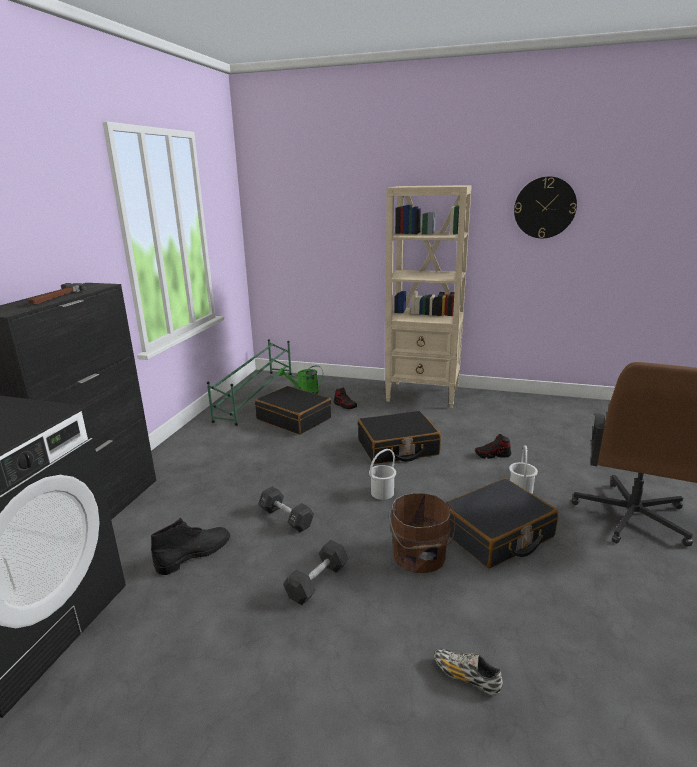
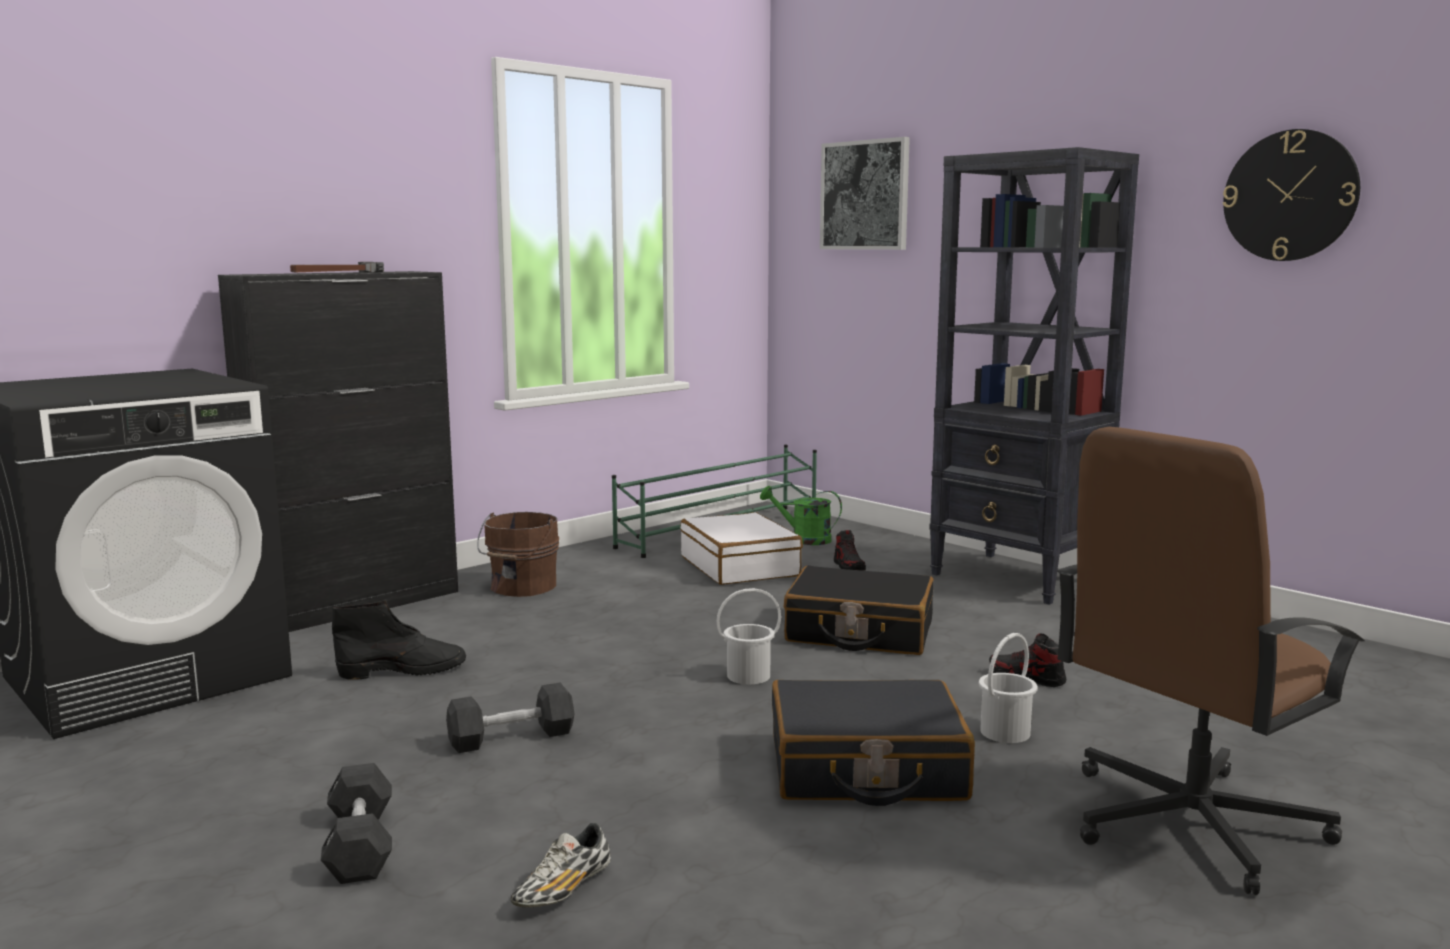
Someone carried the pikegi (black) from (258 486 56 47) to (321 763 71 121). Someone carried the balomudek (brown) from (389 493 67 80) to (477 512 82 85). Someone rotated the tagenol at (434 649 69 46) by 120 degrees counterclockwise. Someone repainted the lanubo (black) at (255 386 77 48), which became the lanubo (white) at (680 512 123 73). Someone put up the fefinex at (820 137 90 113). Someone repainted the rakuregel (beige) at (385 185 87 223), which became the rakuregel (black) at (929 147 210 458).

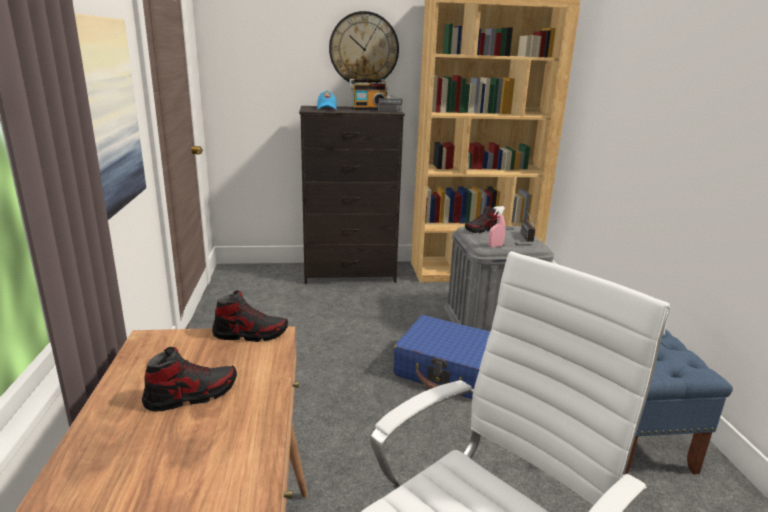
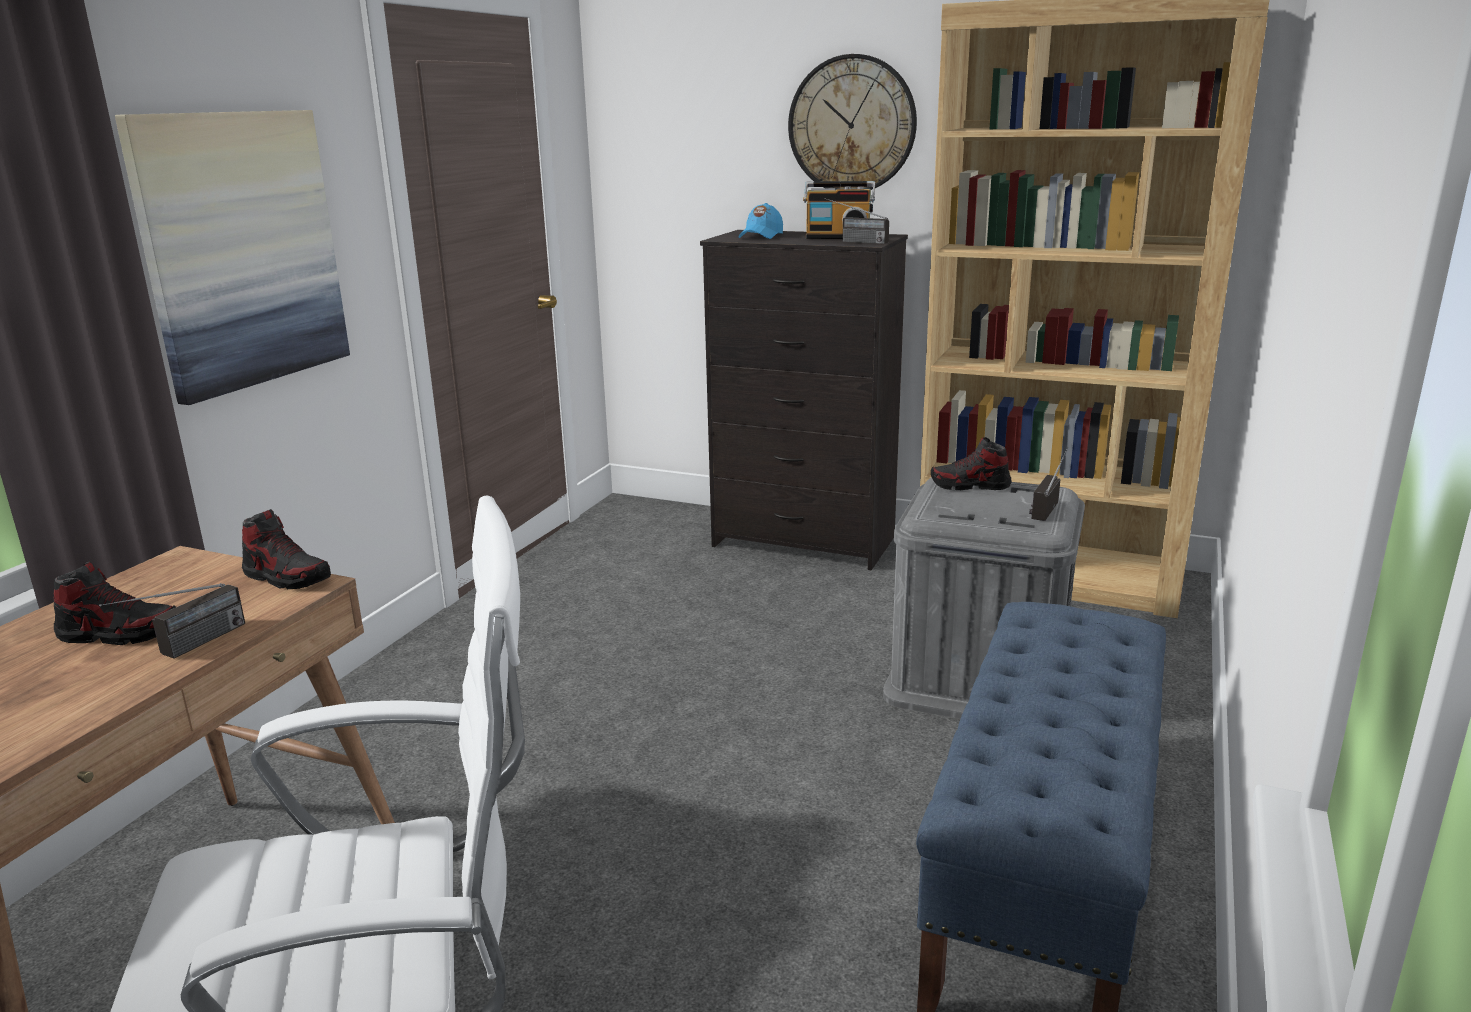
Someone put down the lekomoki at (99 583 146 75). Someone took away the lanubo (blue) at (393 315 97 84). Someone took away the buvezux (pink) at (488 206 17 41).

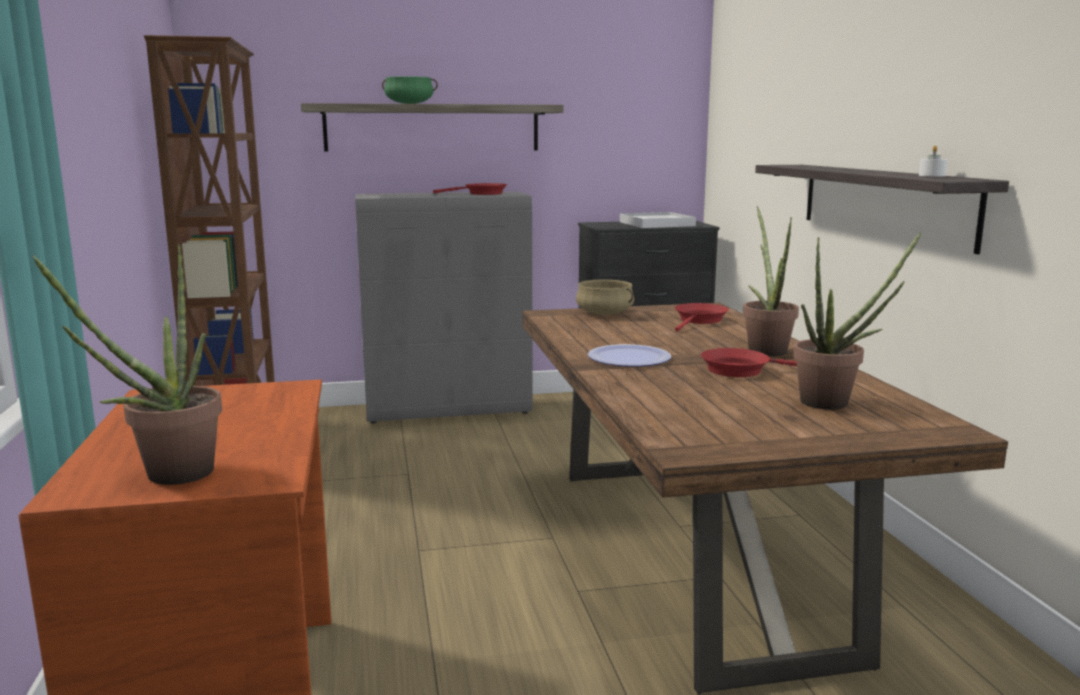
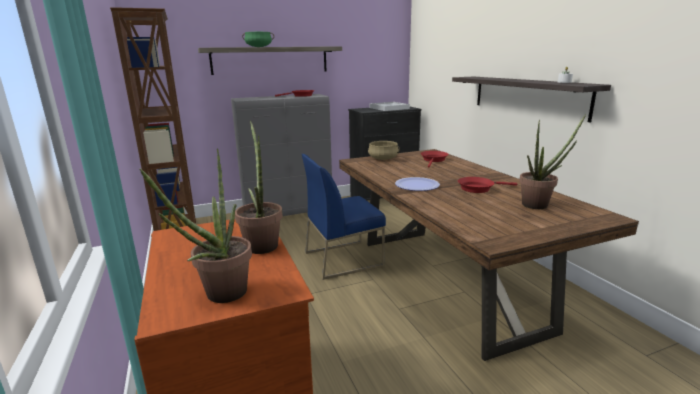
Someone carried the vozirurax from (743 206 56 150) to (235 121 48 133). Someone put down the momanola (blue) at (302 154 84 126).

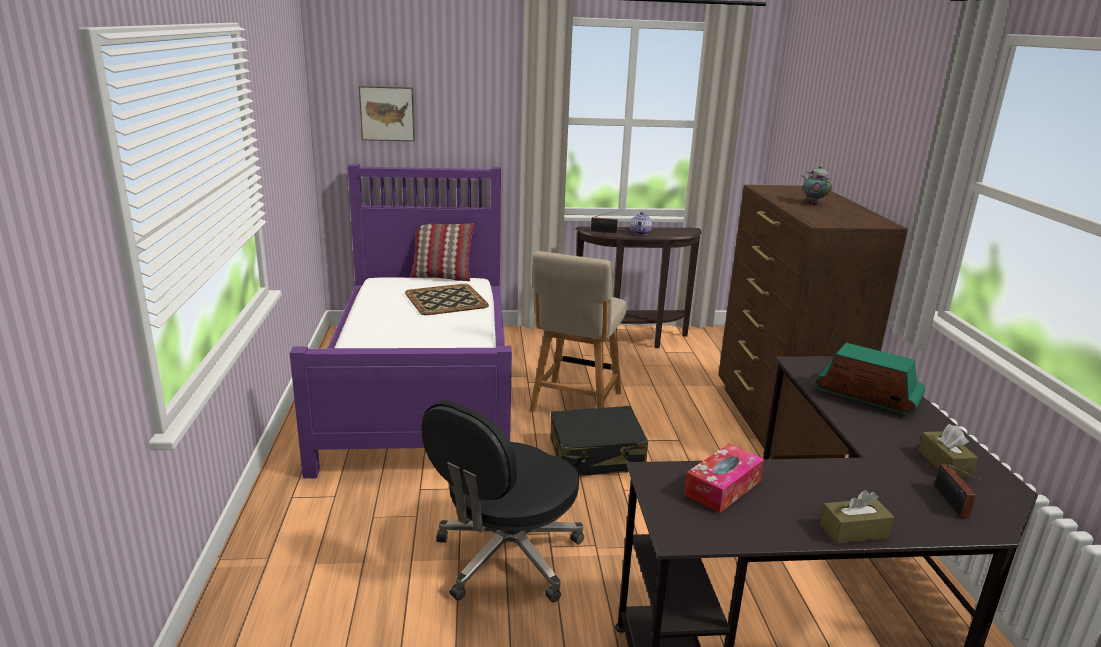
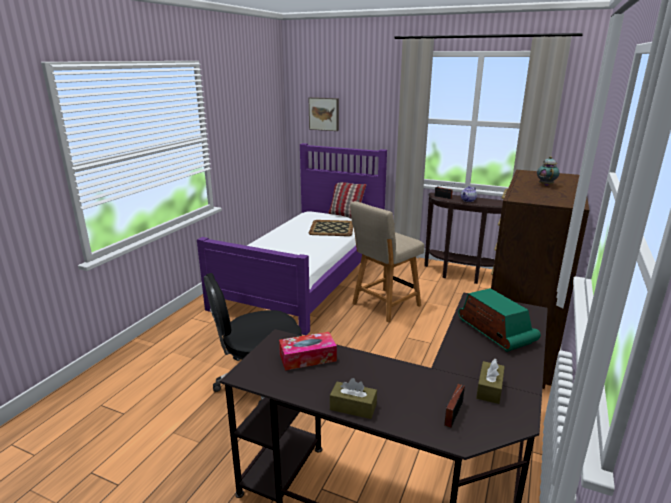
Someone took away the lanubo (black) at (550 406 98 70).

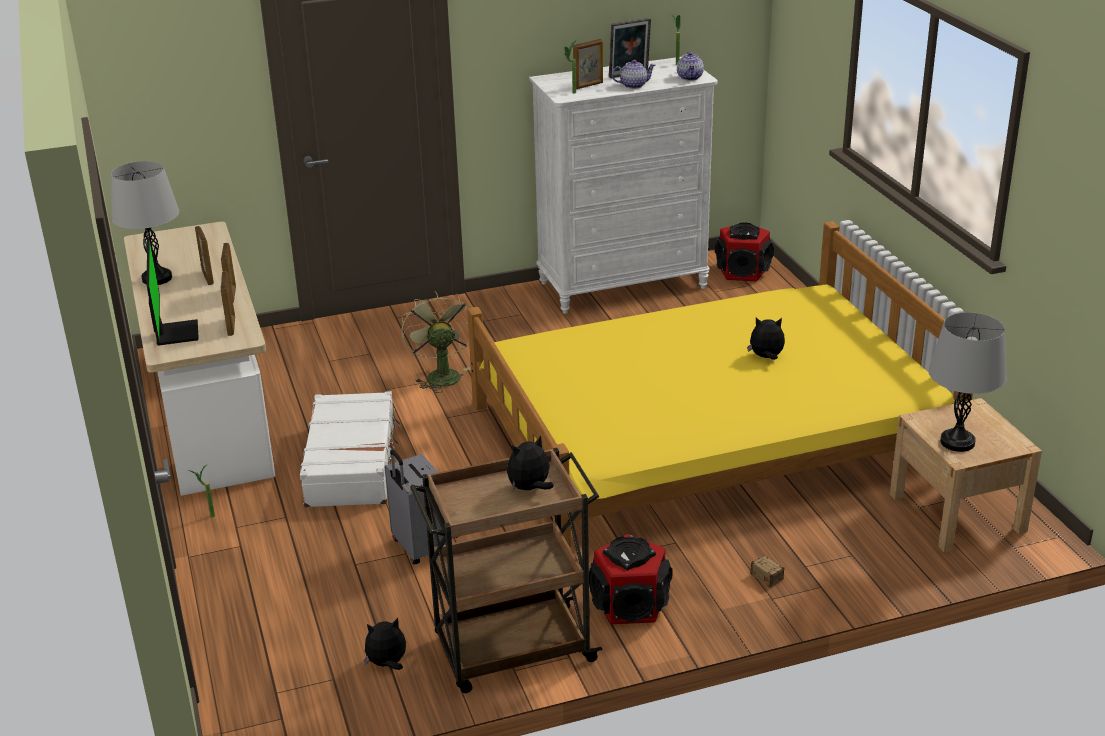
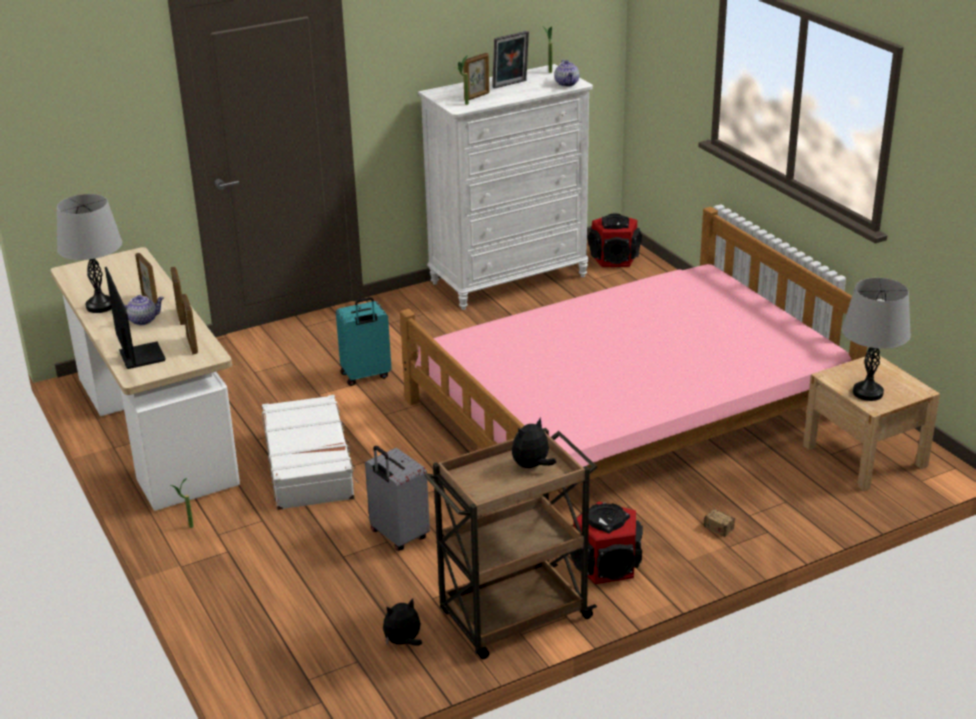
Someone carried the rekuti from (612 60 43 29) to (124 295 40 30). Someone swapped the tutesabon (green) at (401 291 71 102) for the lanubo (turquoise) at (336 297 56 89). Someone repainted the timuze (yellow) at (467 221 506 327), which became the timuze (pink) at (400 207 467 295). Someone took away the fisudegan at (747 317 38 43).

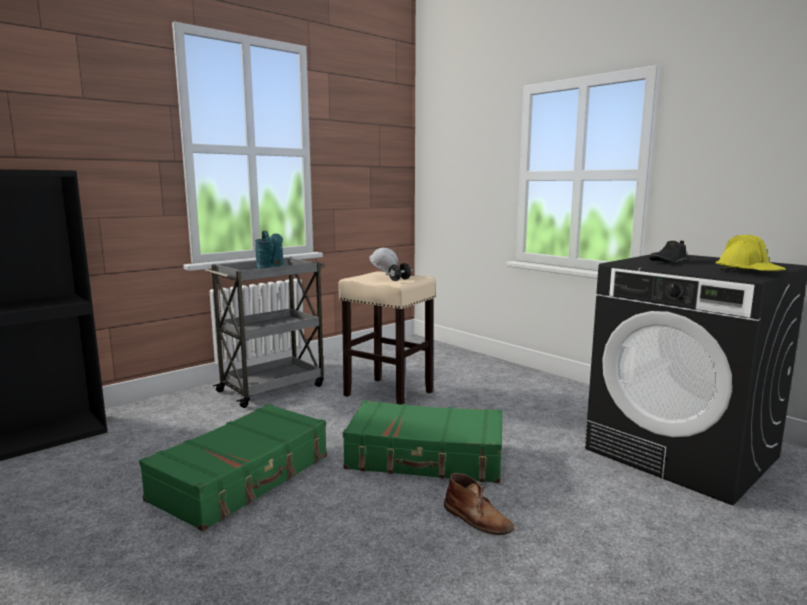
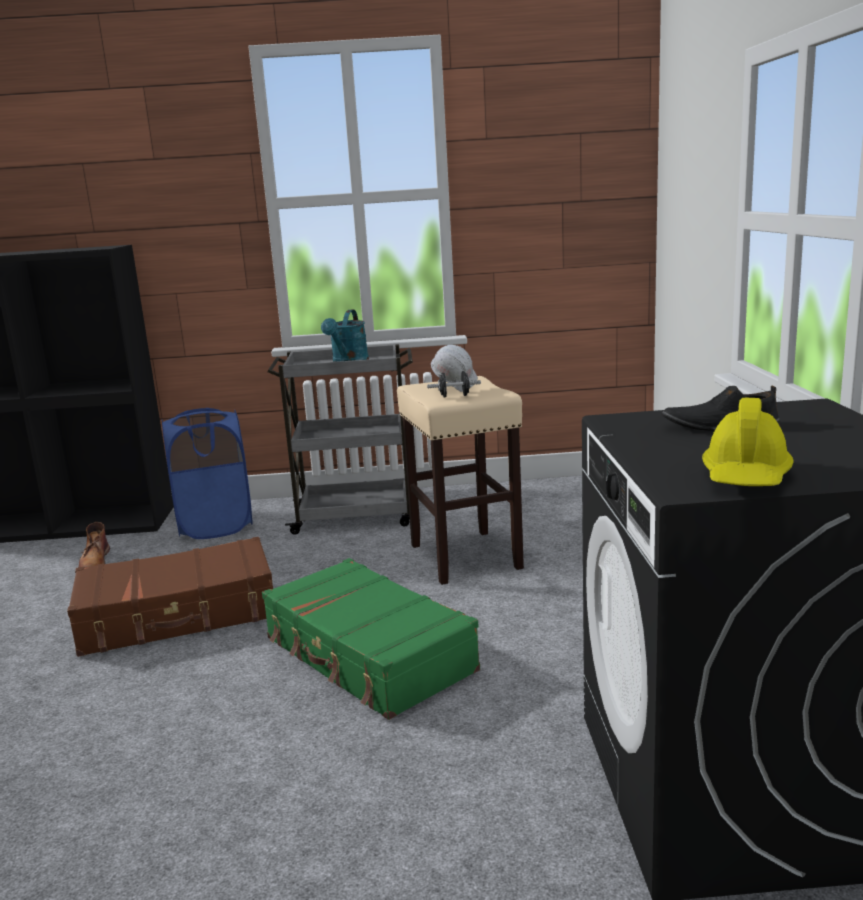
Someone repainted the lanubo (green) at (139 404 188 127), which became the lanubo (brown) at (67 537 206 120). Someone carried the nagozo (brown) from (444 473 70 62) to (78 522 32 45). Someone put down the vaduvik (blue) at (162 408 90 131).

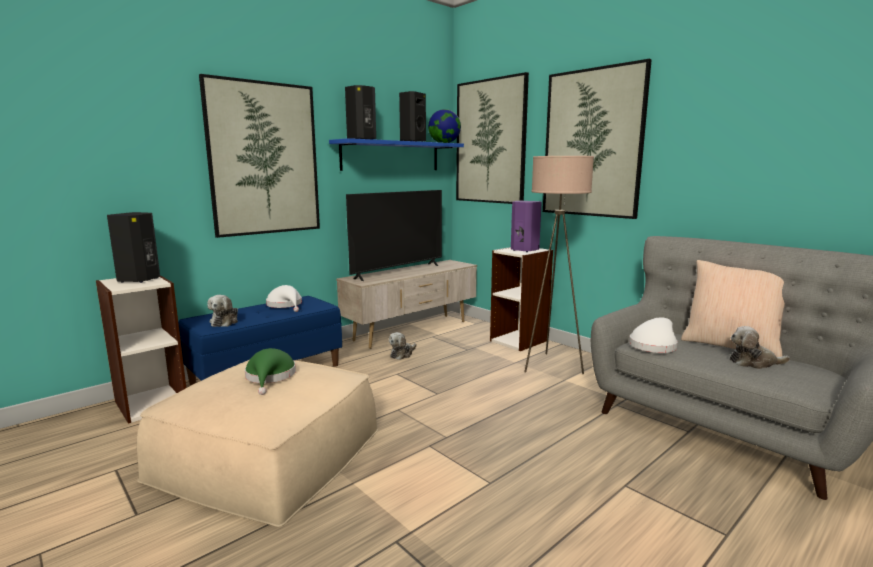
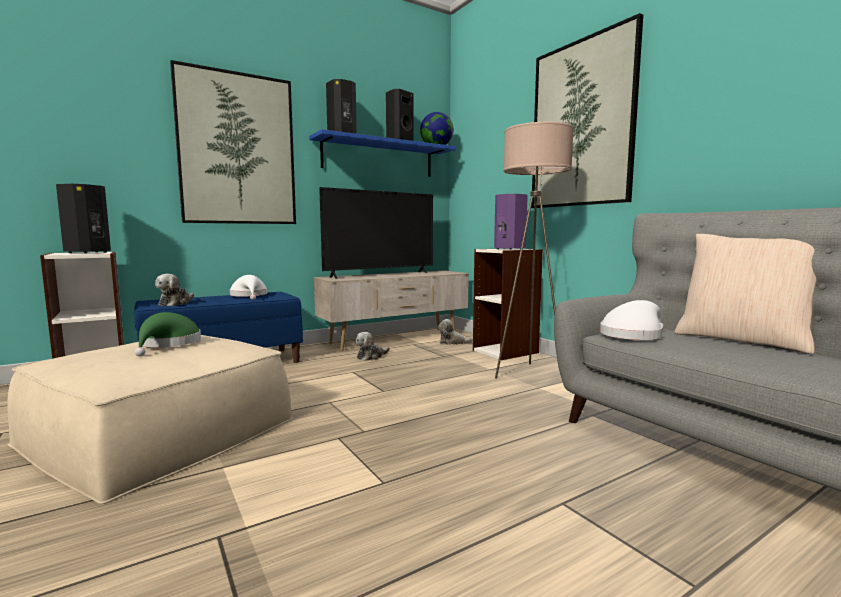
Someone carried the fisudegan from (730 326 60 43) to (438 319 35 26). Someone took away the fefinex at (456 72 73 132).

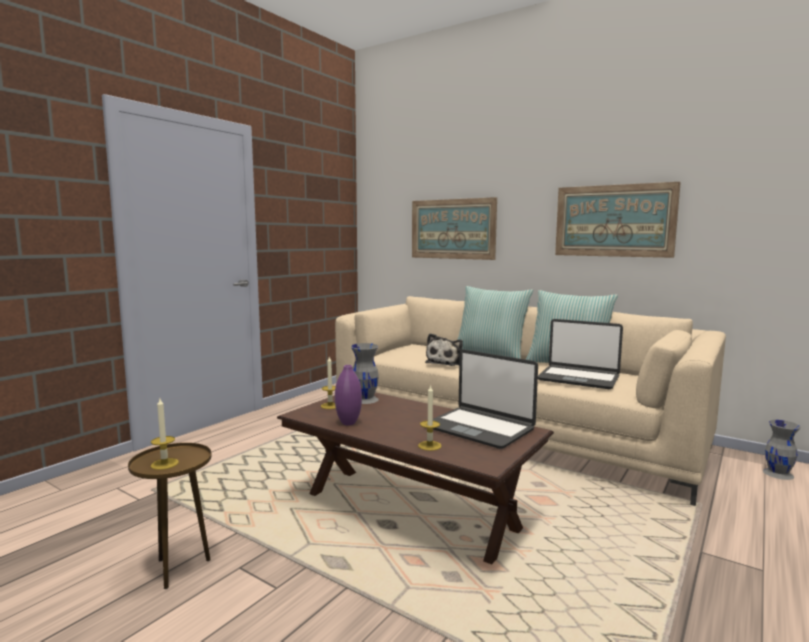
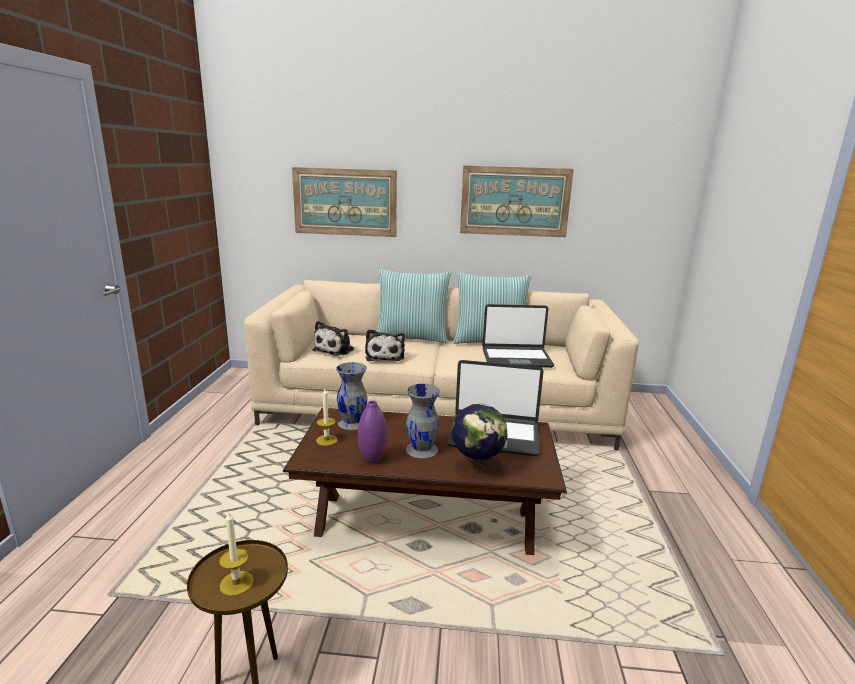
Someone put down the fisudegan at (313 321 41 35). Someone carried the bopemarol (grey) from (763 420 38 60) to (406 384 34 74). Someone swapped the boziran at (418 385 24 66) for the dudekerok at (452 404 55 73).

